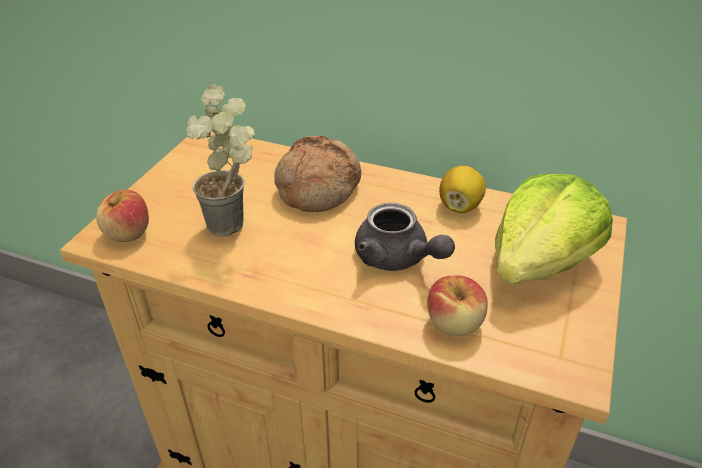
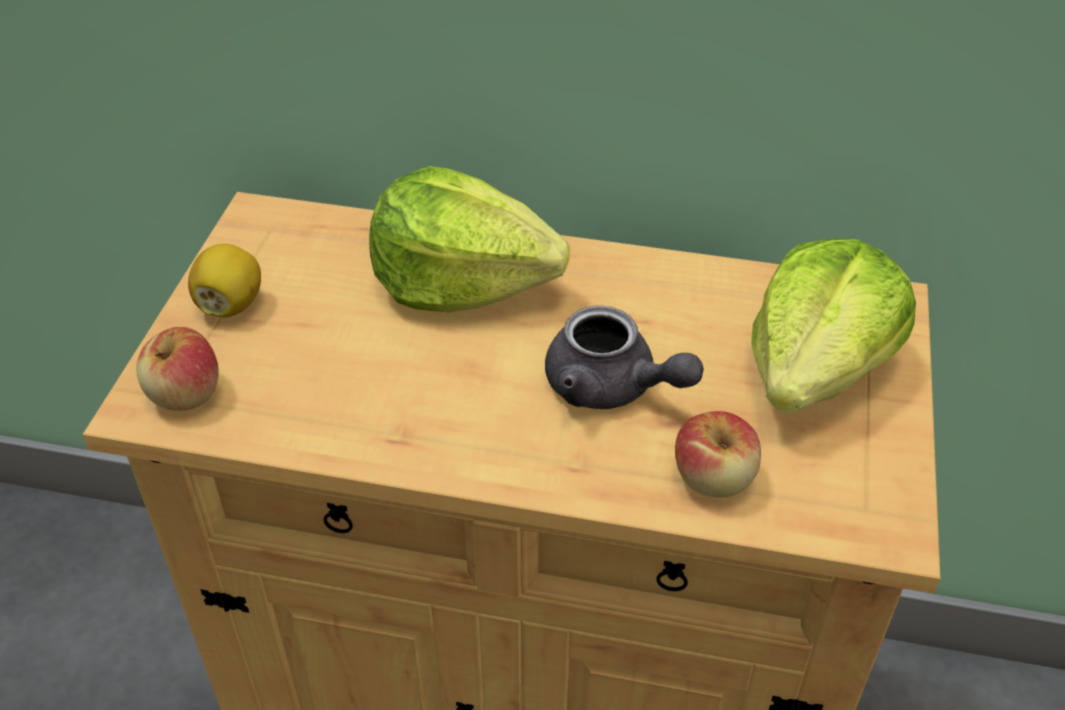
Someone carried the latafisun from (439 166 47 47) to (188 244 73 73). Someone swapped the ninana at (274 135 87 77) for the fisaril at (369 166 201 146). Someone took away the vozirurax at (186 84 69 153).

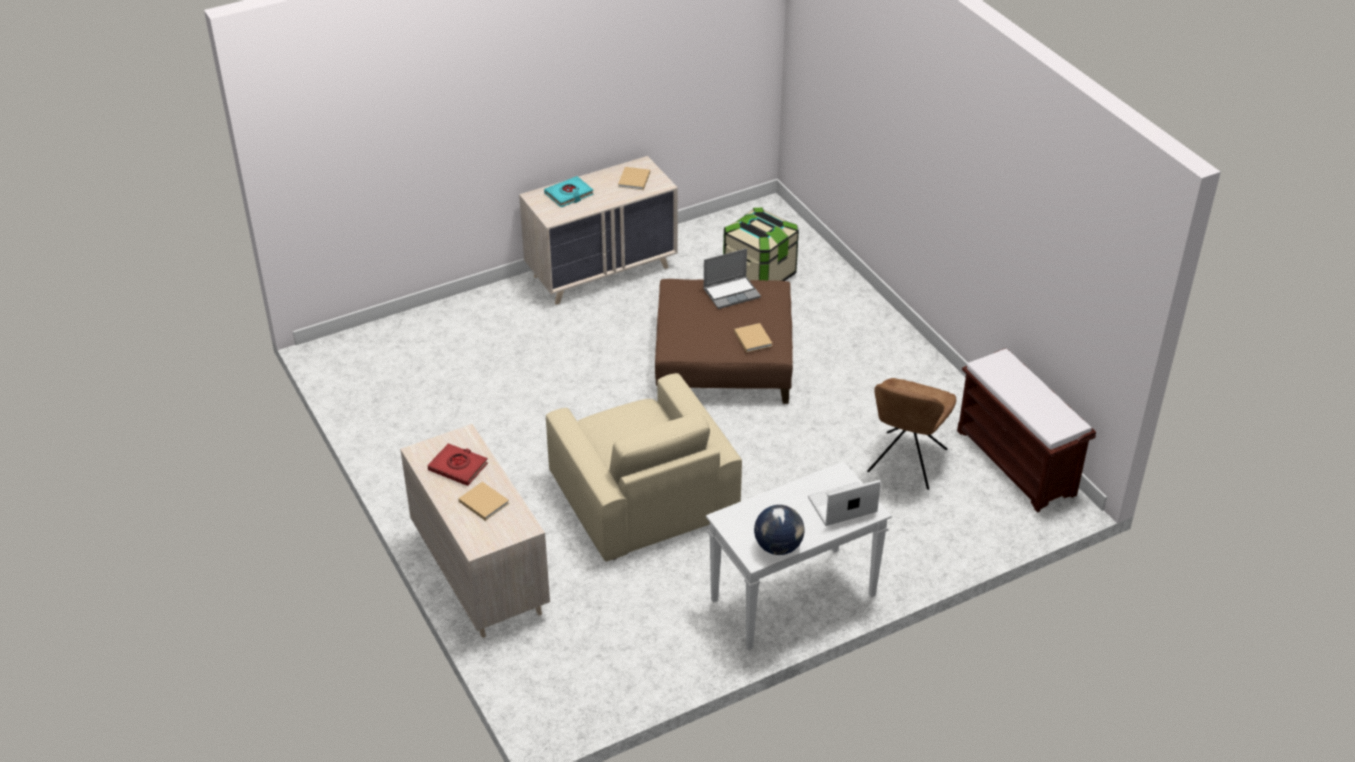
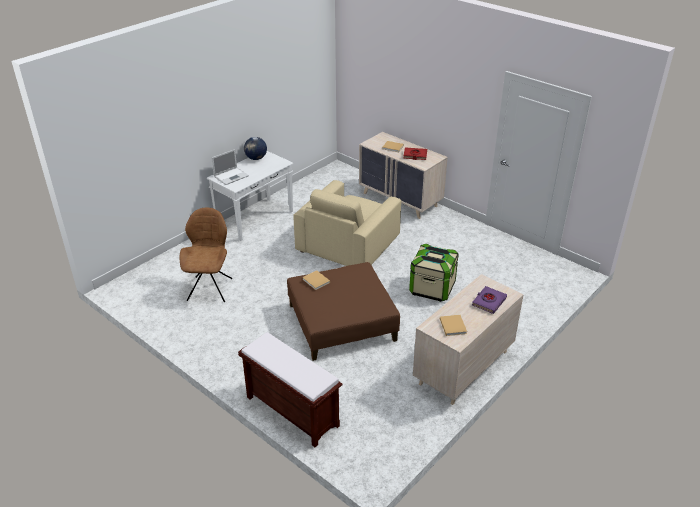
Someone carried the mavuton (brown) from (957 348 139 164) to (238 332 105 115). Someone rotated the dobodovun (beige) at (546 373 196 189) by 105 degrees counterclockwise. Someone carried the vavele from (723 208 76 73) to (409 244 50 58). Someone repainted the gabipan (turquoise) at (544 176 49 31), which became the gabipan (purple) at (472 286 35 28). Someone took away the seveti at (703 248 58 61).

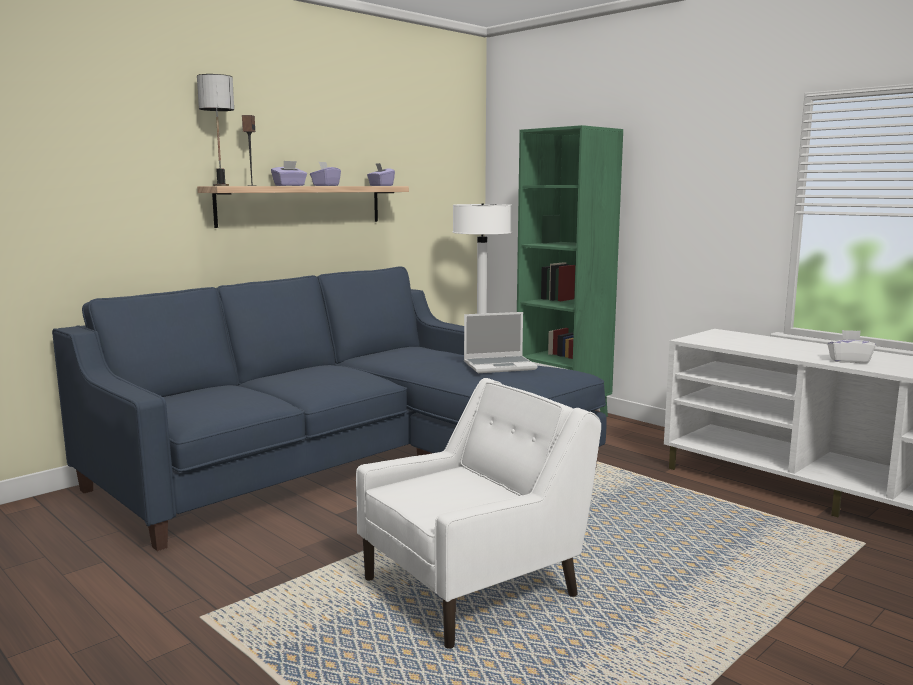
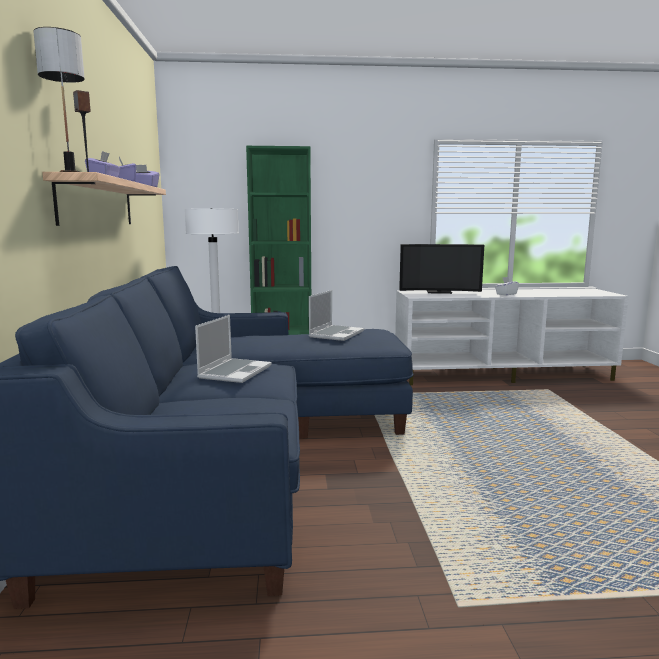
Someone put down the seveti at (195 315 77 68). Someone put down the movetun at (399 244 85 50). Someone took away the dobodovun (white) at (356 378 245 271).

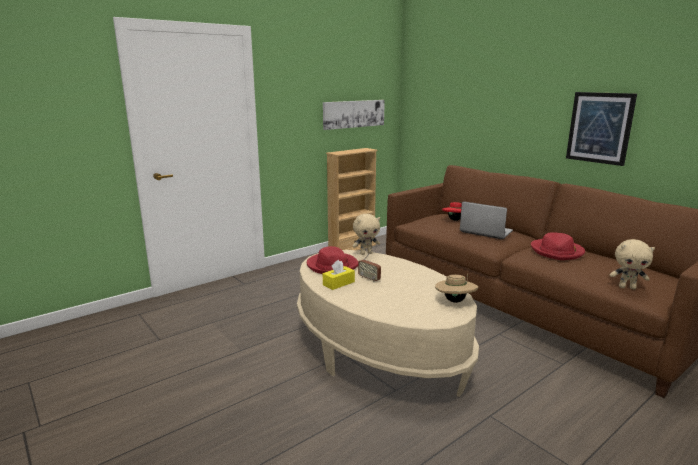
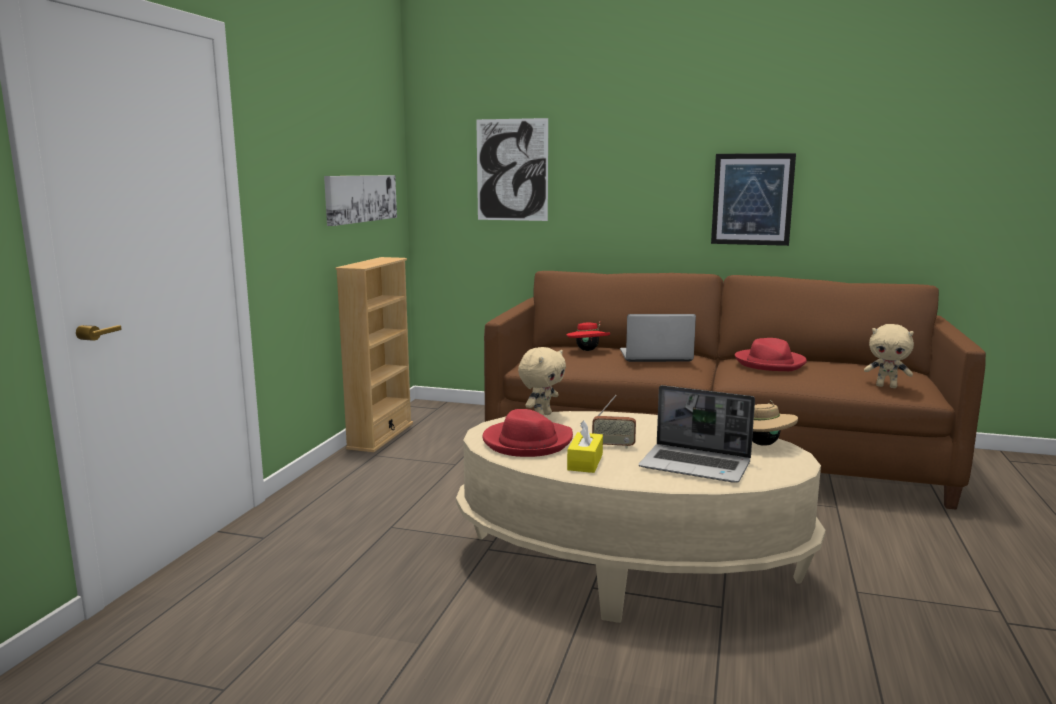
Someone put up the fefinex at (476 118 72 103). Someone put down the seveti at (639 385 116 98). Someone rotated the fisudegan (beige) at (610 239 45 50) by 45 degrees clockwise.

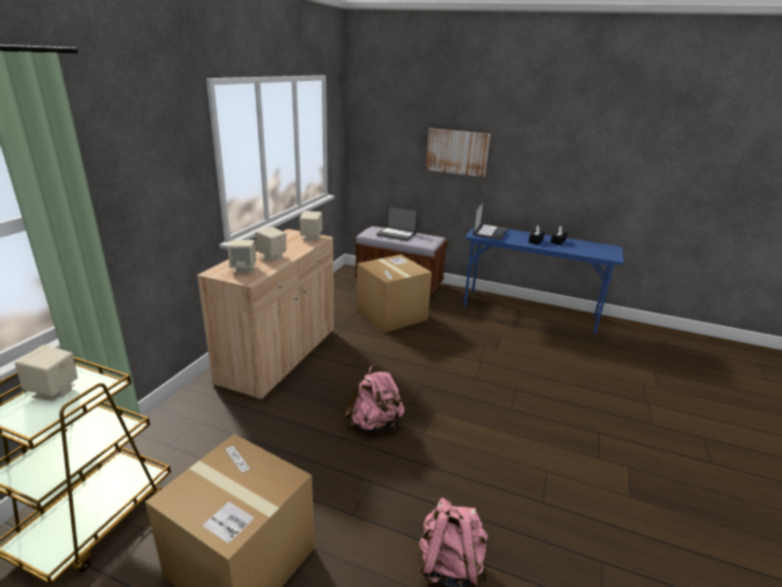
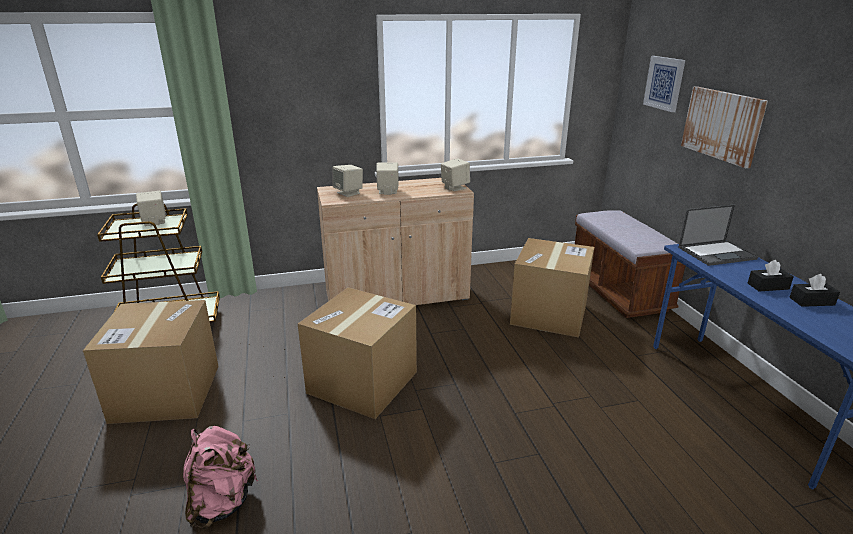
Someone swapped the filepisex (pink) at (345 365 60 68) for the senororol at (298 287 119 132). Someone put up the fefinex at (643 56 42 56). Someone took away the seveti at (376 205 42 36).

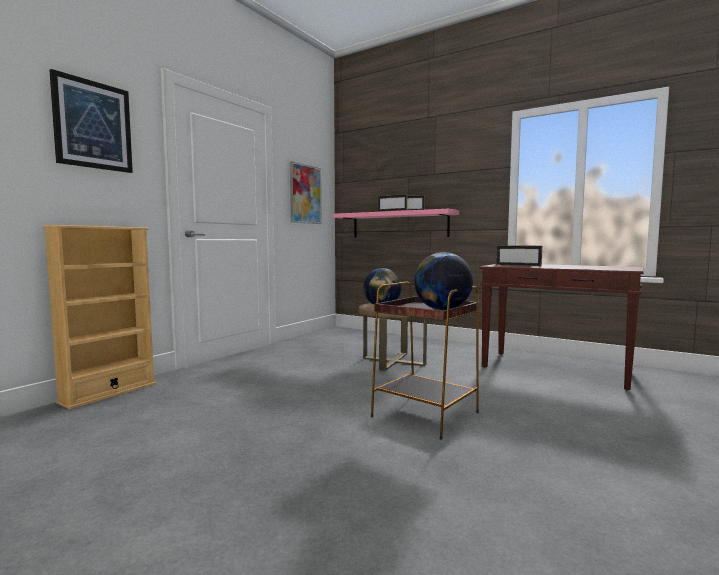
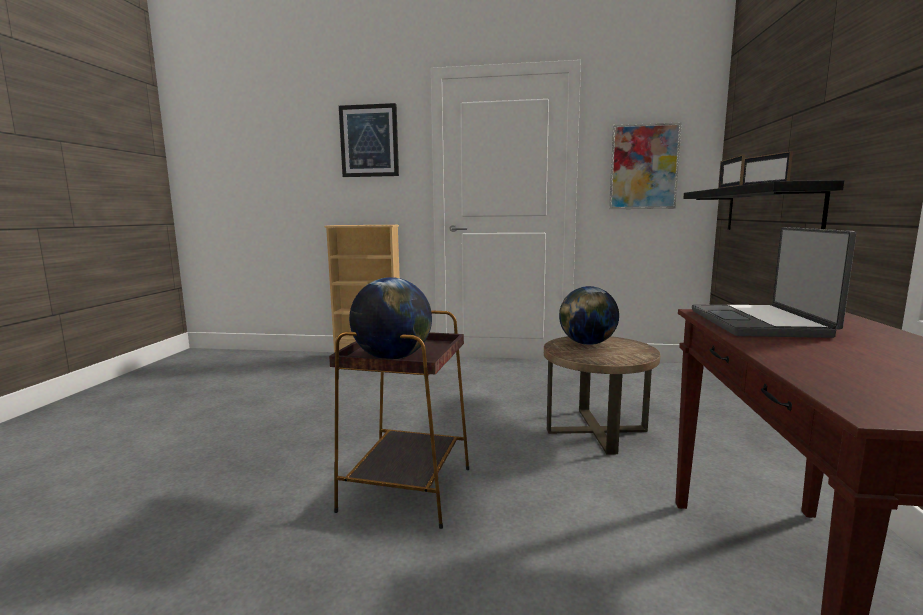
Someone repainted the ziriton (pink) at (333 209 126 29), which became the ziriton (black) at (683 180 161 50). Someone swapped the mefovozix at (496 245 46 22) for the seveti at (692 227 164 111).

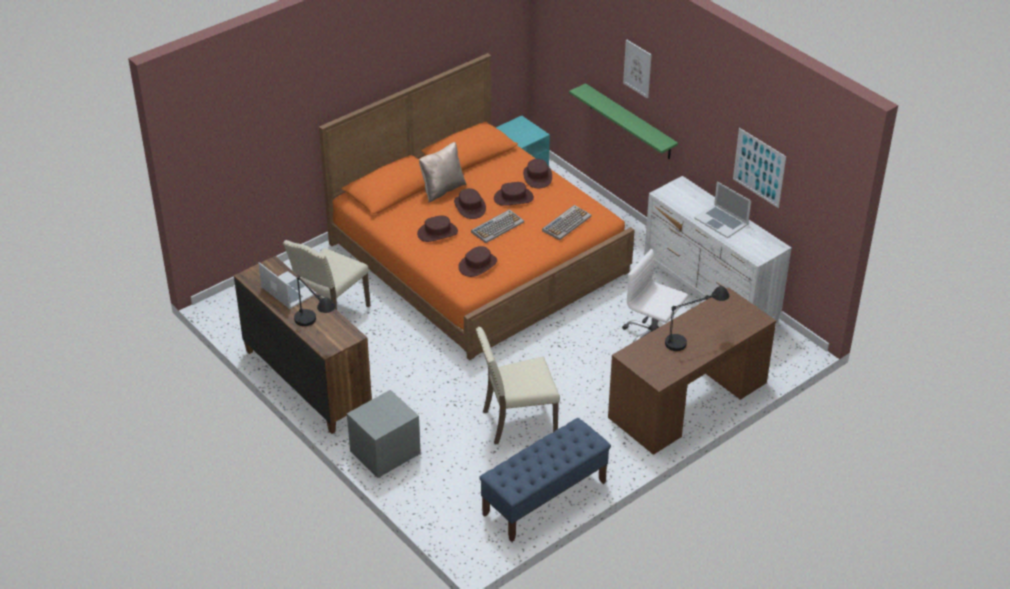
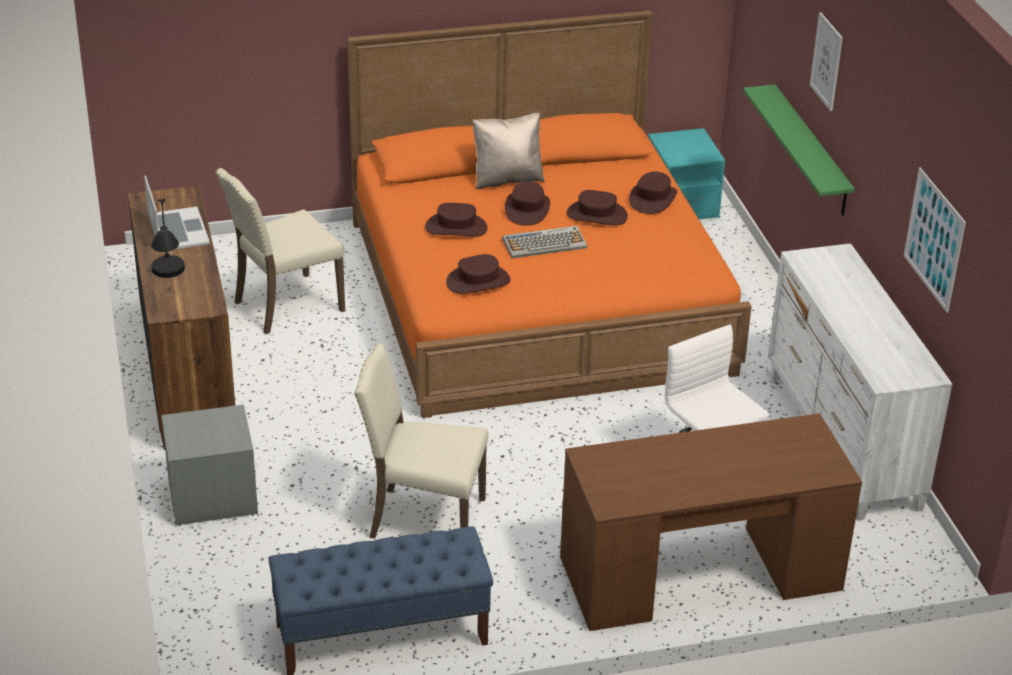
Someone took away the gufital at (542 205 49 35). Someone took away the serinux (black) at (665 286 64 65). Someone took away the seveti at (694 181 57 57).

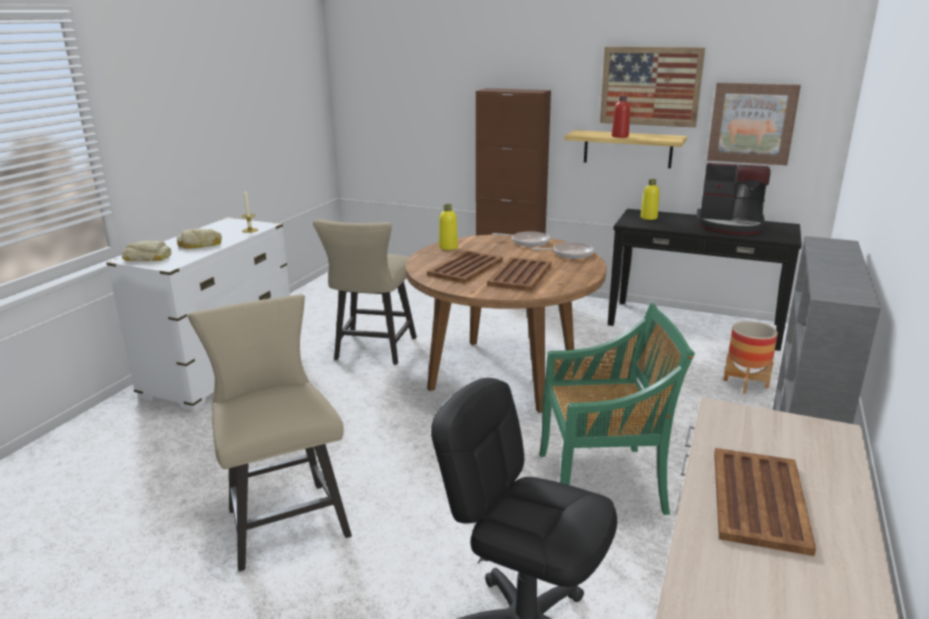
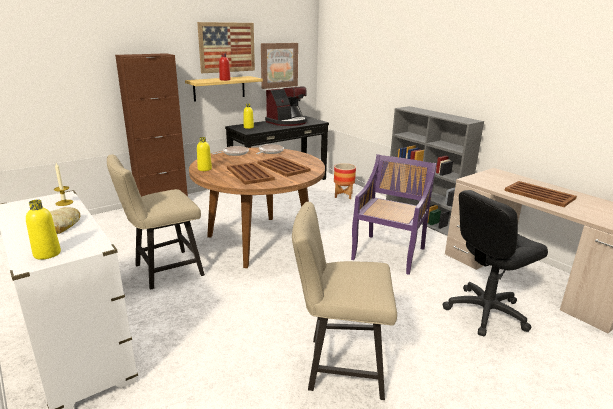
Someone swapped the ninana at (122 241 49 20) for the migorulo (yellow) at (26 200 35 60). Someone rotated the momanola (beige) at (313 219 104 146) by 105 degrees clockwise. Someone repainted the momanola (green) at (539 303 156 212), which became the momanola (purple) at (351 154 86 121).

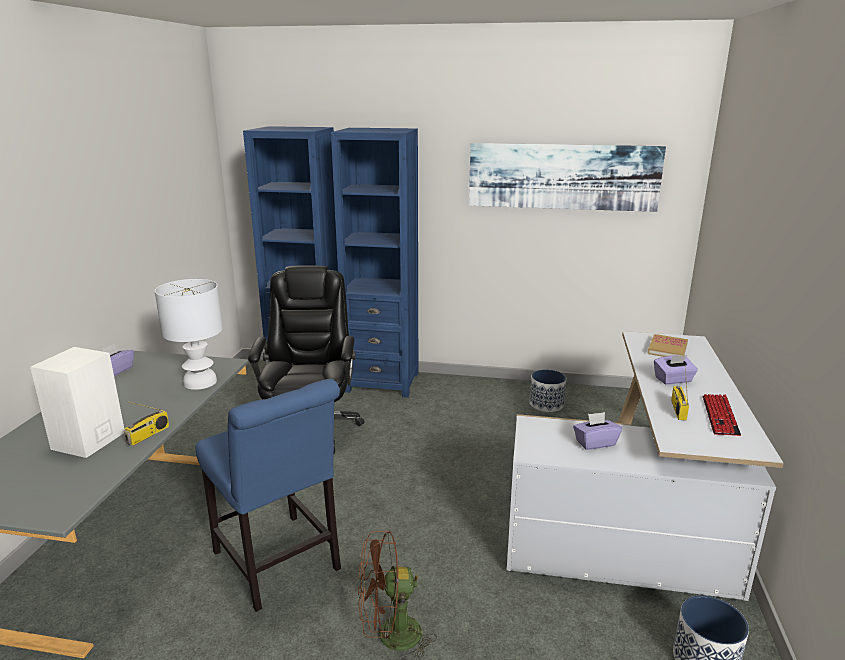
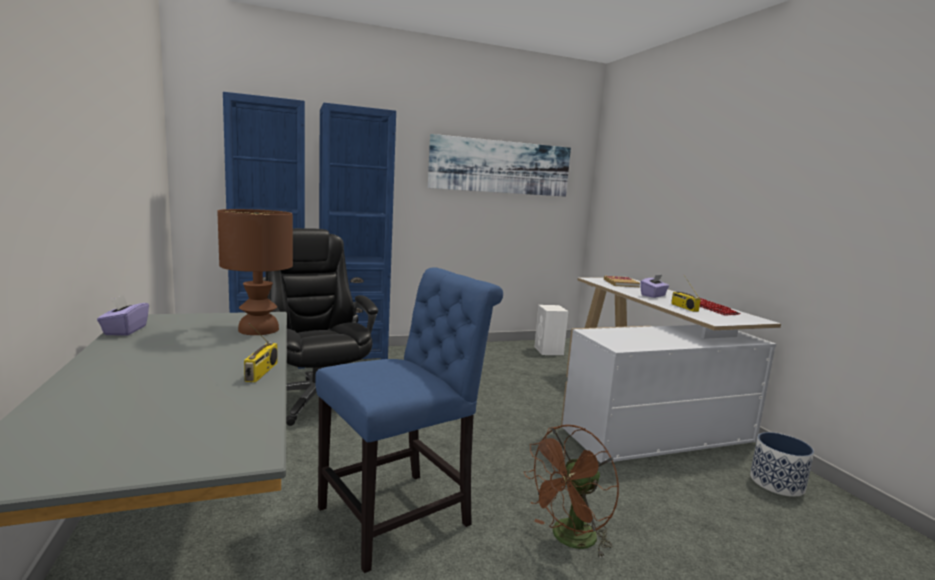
Someone repainted the serinux (white) at (155 279 68 111), which became the serinux (brown) at (217 209 76 126). Someone rotated the momanola (blue) at (195 379 146 233) by 60 degrees counterclockwise. Someone carried the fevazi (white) from (30 347 95 111) to (535 305 33 50). Someone took away the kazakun at (530 370 36 42). Someone took away the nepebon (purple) at (573 412 49 38).

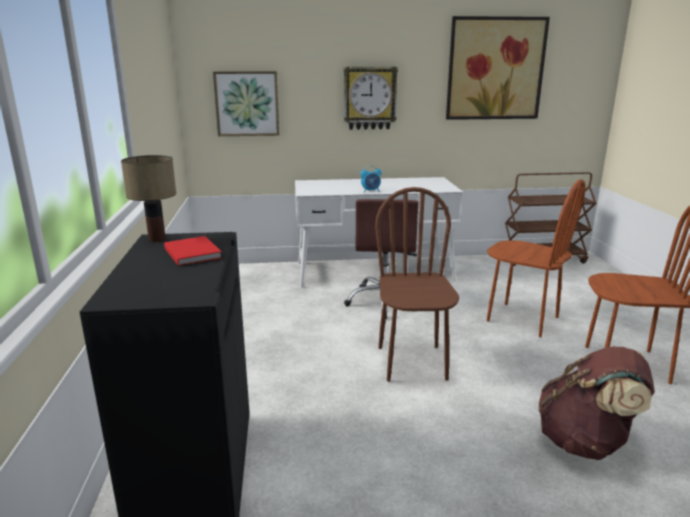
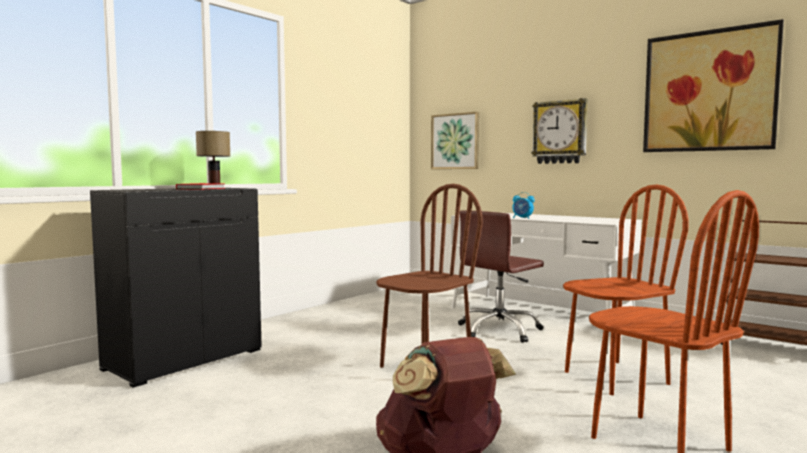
Someone rotated the momanola (brown) at (487 179 99 158) by 105 degrees counterclockwise.

